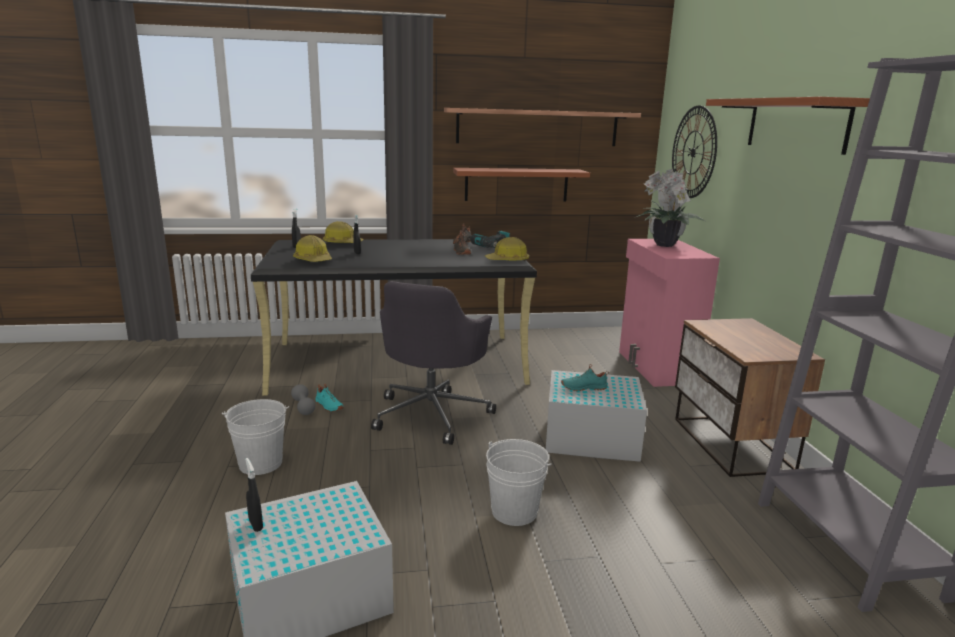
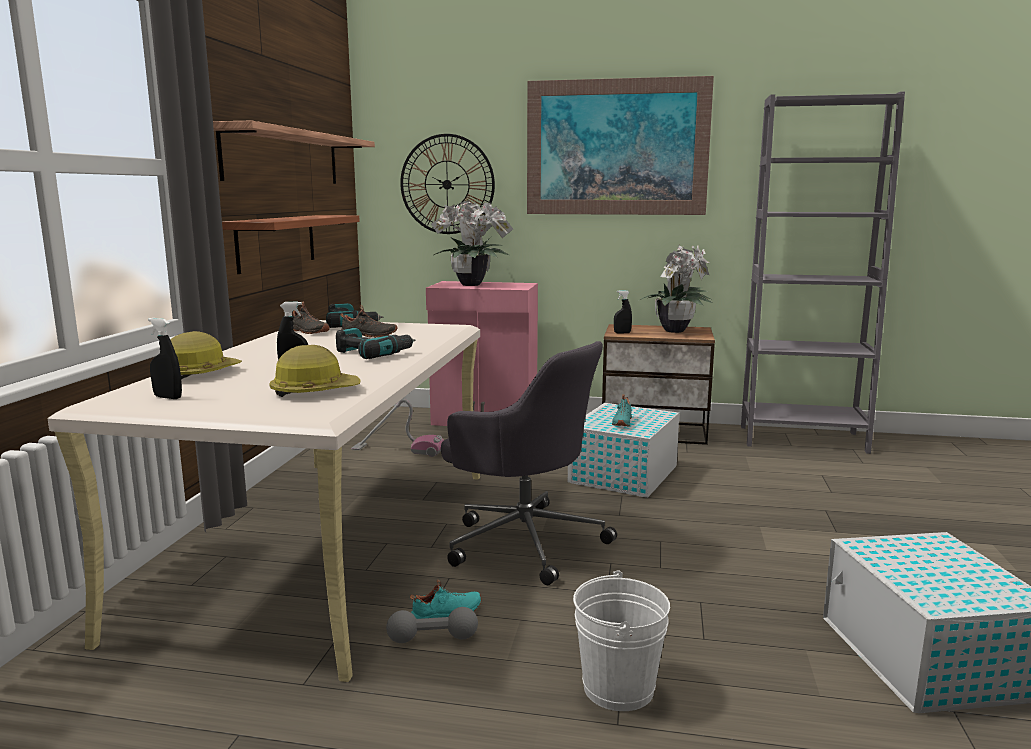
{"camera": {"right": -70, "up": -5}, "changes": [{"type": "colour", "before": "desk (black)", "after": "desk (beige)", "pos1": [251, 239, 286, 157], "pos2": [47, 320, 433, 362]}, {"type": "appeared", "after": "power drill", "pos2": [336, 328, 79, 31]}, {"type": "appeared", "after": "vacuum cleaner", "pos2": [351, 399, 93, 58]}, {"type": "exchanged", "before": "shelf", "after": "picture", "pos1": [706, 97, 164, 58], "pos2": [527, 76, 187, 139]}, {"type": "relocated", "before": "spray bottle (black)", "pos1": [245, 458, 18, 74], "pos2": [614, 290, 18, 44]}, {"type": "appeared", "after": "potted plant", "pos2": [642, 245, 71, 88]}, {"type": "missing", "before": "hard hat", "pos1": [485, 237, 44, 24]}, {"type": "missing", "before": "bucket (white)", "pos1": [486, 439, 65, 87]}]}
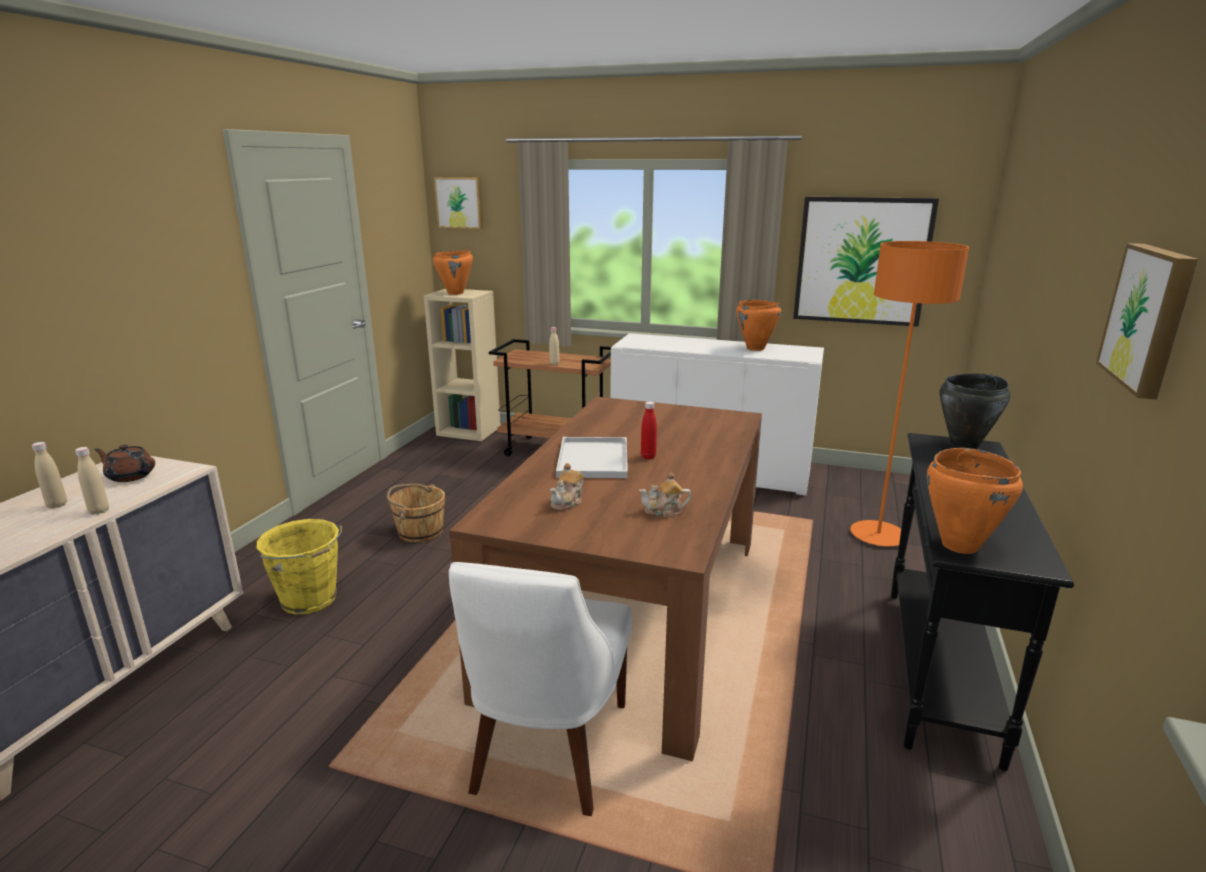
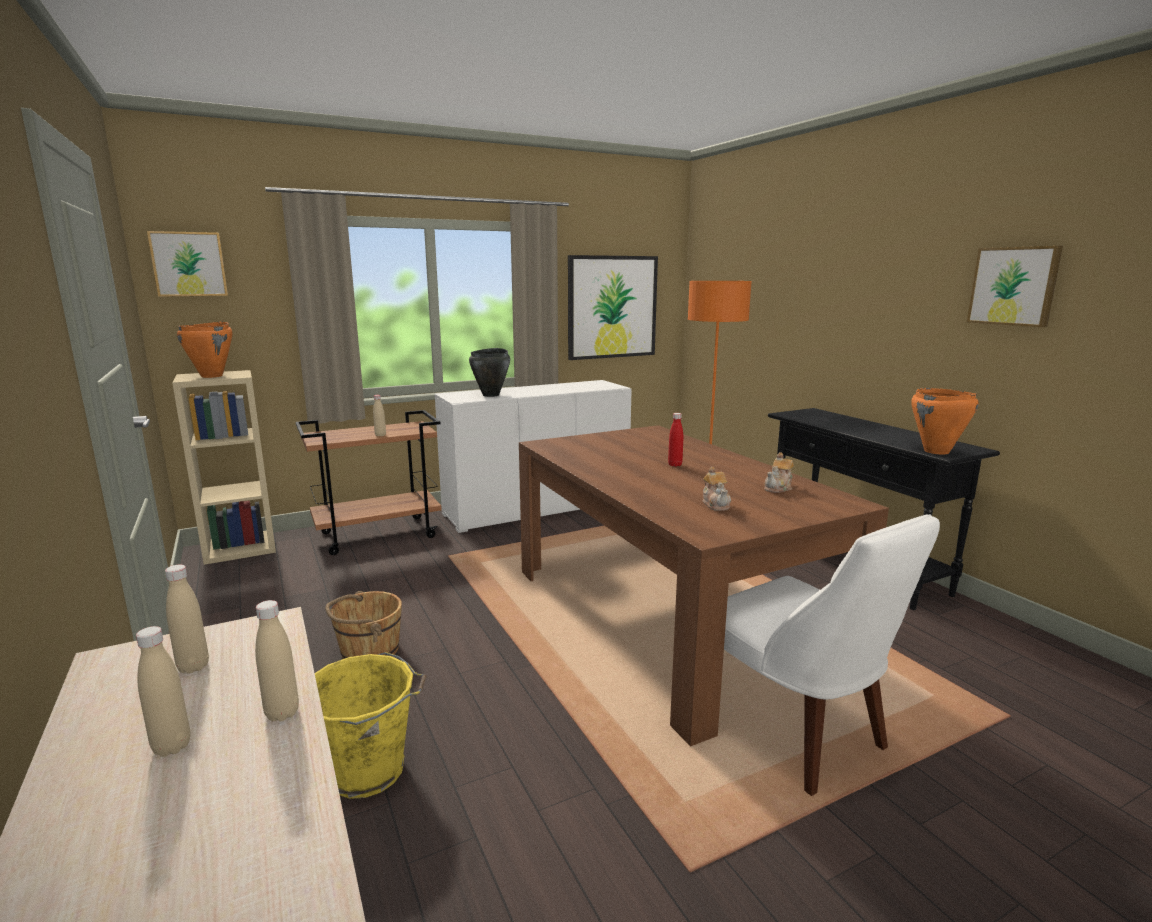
{"camera": {"right": -45, "up": -5}, "changes": [{"type": "exchanged", "before": "teapot (brown)", "after": "bottle (beige)", "pos1": [94, 445, 61, 37], "pos2": [165, 565, 44, 109]}, {"type": "relocated", "before": "cooking pot (black)", "pos1": [940, 373, 71, 76], "pos2": [469, 348, 41, 49]}, {"type": "missing", "before": "tray (white)", "pos1": [556, 437, 72, 41]}, {"type": "missing", "before": "cooking pot (orange)", "pos1": [736, 300, 45, 51]}]}
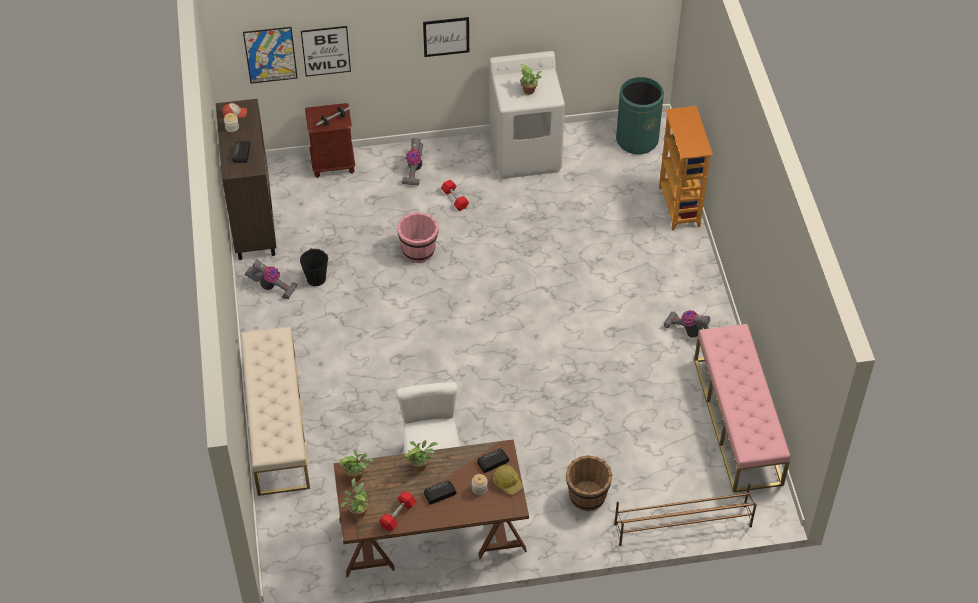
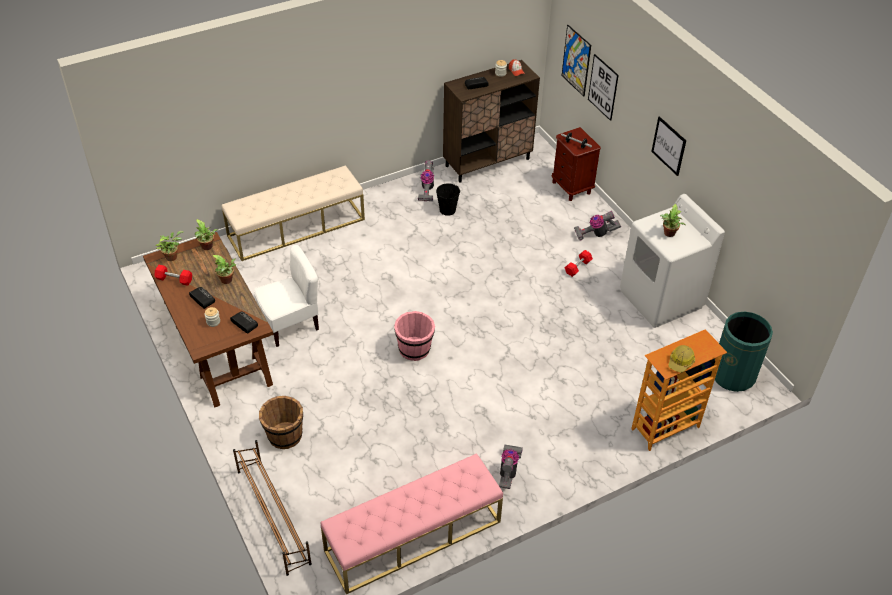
{"camera": {"right": 70, "up": -5}, "changes": [{"type": "relocated", "before": "bucket (pink)", "pos1": [397, 212, 42, 51], "pos2": [394, 311, 41, 50]}, {"type": "relocated", "before": "hard hat", "pos1": [493, 465, 30, 30], "pos2": [668, 345, 27, 28]}]}
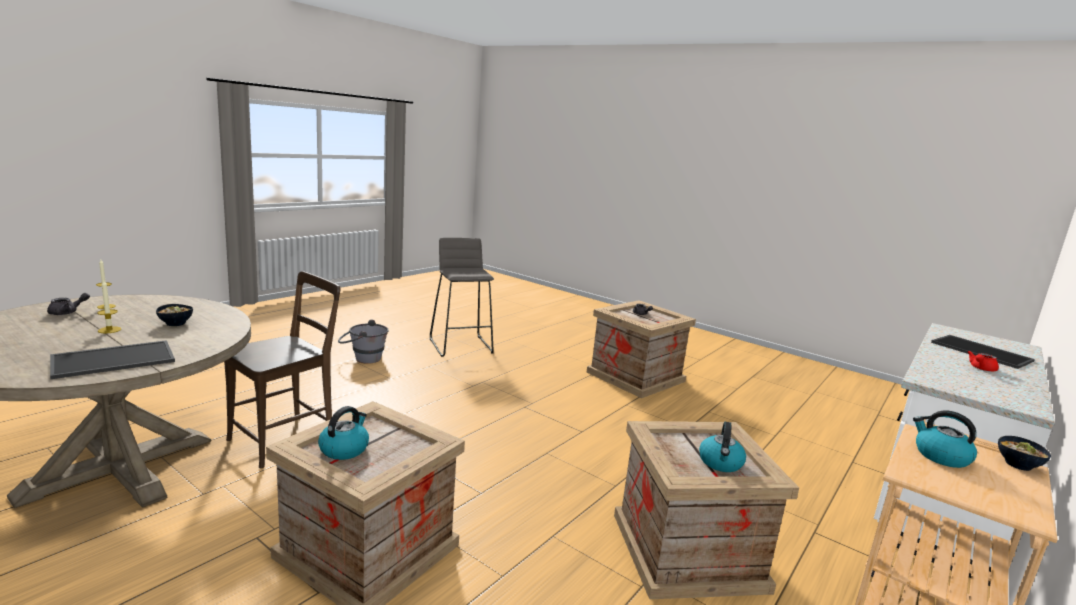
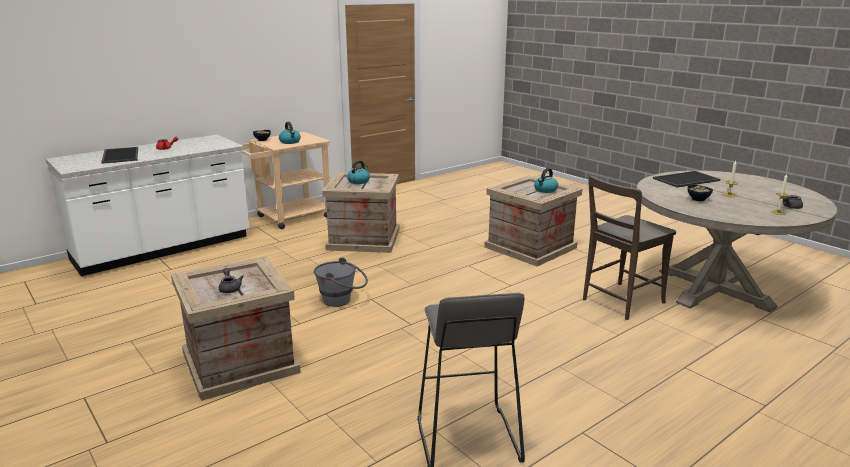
{"camera": {"right": -165, "up": 5}, "changes": [{"type": "relocated", "before": "bucket (grey)", "pos1": [338, 319, 51, 45], "pos2": [314, 257, 54, 50]}]}
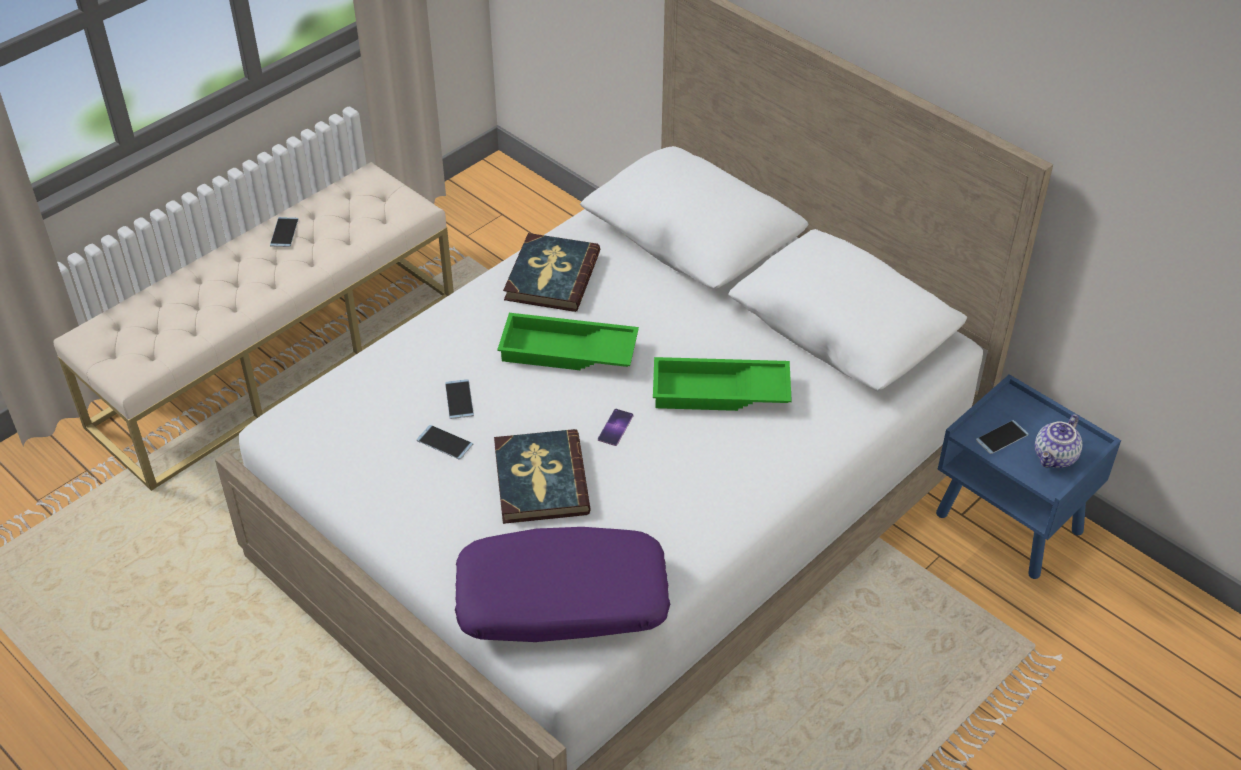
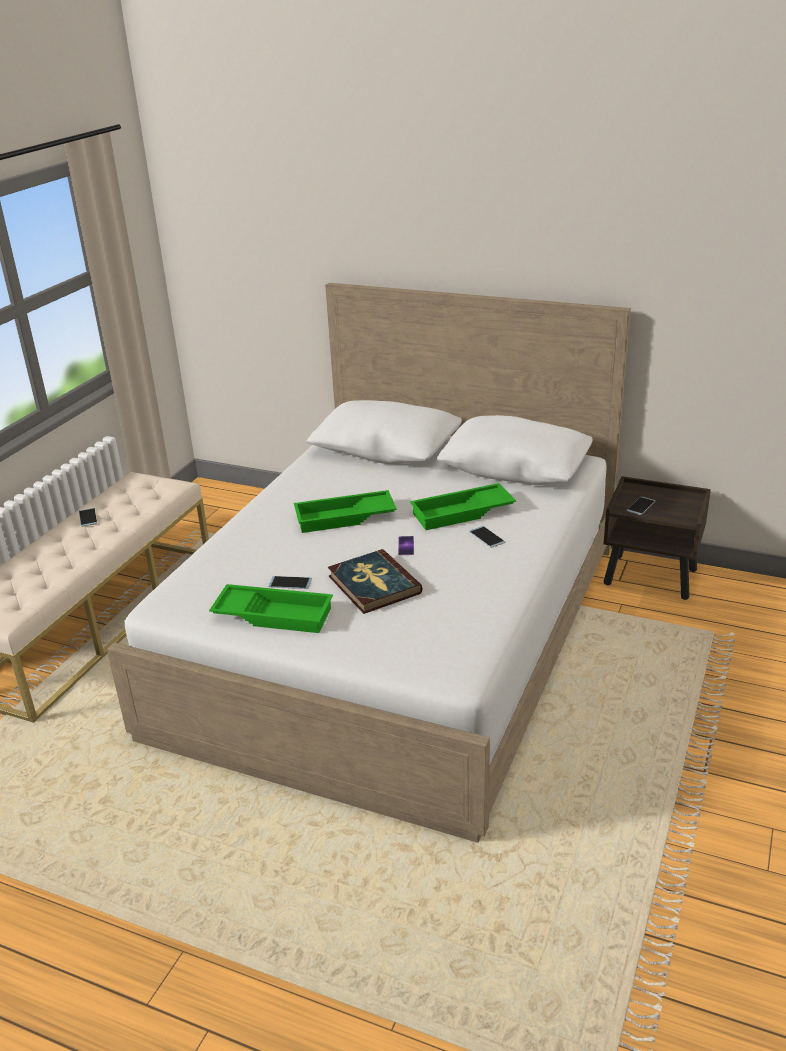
{"camera": {"right": -20, "up": -15}, "changes": [{"type": "appeared", "after": "tray (green)", "pos2": [209, 584, 124, 49]}, {"type": "relocated", "before": "phone", "pos1": [445, 379, 29, 40], "pos2": [469, 526, 37, 22]}, {"type": "colour", "before": "nightstand (blue)", "after": "nightstand (brown)", "pos1": [936, 374, 185, 205], "pos2": [604, 476, 107, 124]}, {"type": "missing", "before": "pillow (purple)", "pos1": [455, 527, 215, 115]}, {"type": "missing", "before": "book", "pos1": [503, 233, 97, 79]}, {"type": "missing", "before": "teapot", "pos1": [1035, 414, 47, 54]}]}
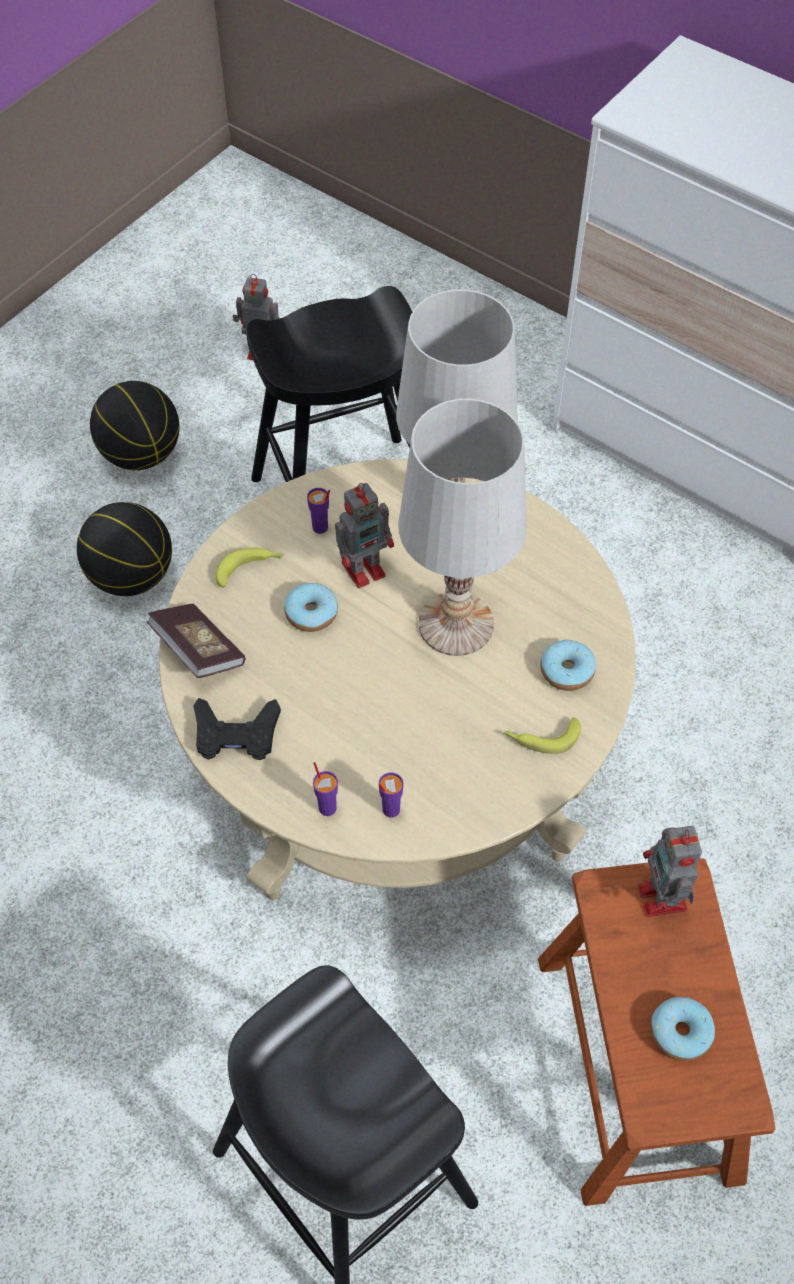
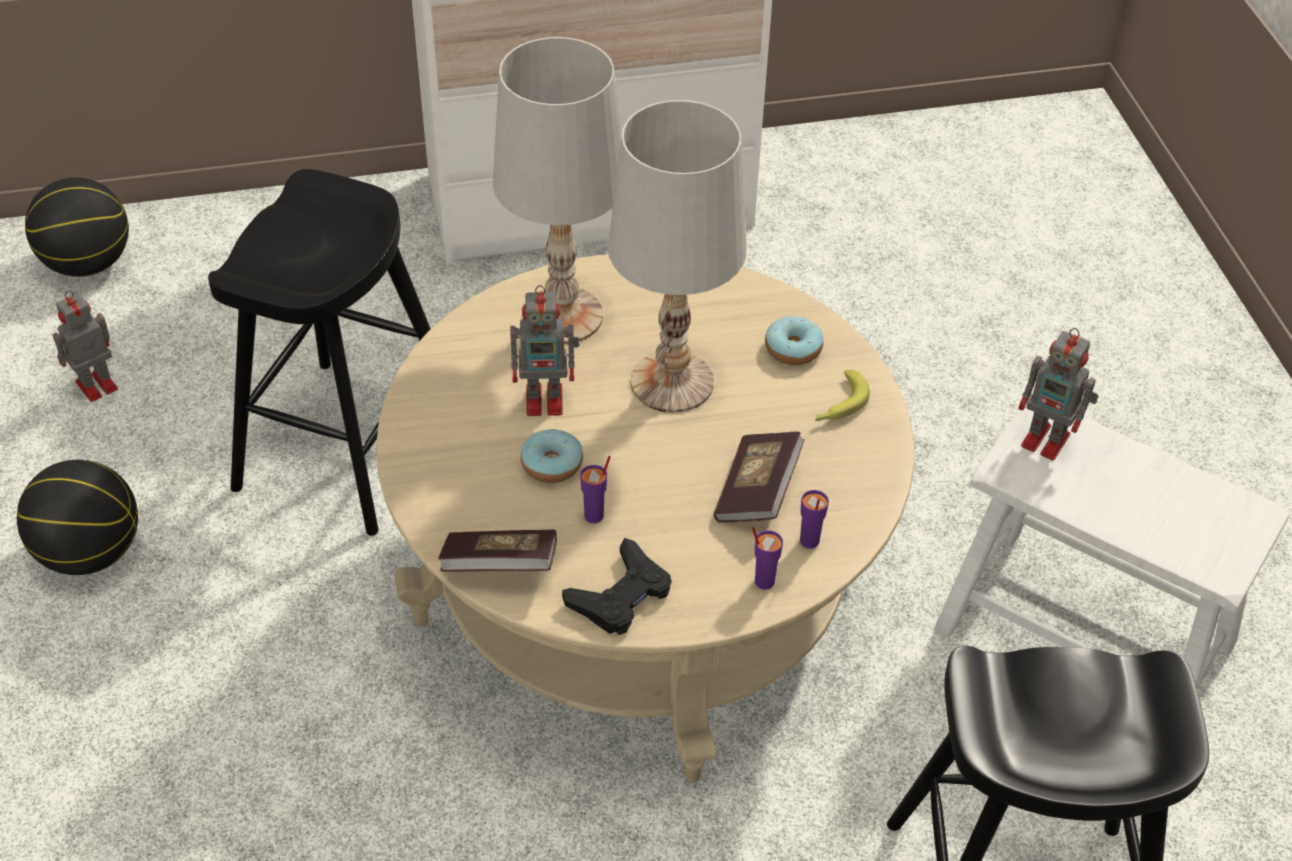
{"camera": {"right": -50, "up": -10}, "changes": [{"type": "relocated", "before": "basketball", "pos1": [77, 502, 95, 94], "pos2": [25, 177, 104, 100]}, {"type": "spun", "before": "toy robot", "pos1": [335, 483, 59, 105], "pos2": [510, 285, 70, 131], "turn": 75}, {"type": "relocated", "before": "cup (purple)", "pos1": [307, 488, 23, 46], "pos2": [580, 456, 31, 67]}, {"type": "appeared", "after": "book", "pos2": [714, 432, 90, 91]}, {"type": "colour", "before": "stool (brown)", "after": "stool (white)", "pos1": [538, 858, 238, 348], "pos2": [934, 398, 356, 292]}, {"type": "missing", "before": "banana", "pos1": [216, 548, 68, 39]}, {"type": "missing", "before": "donut", "pos1": [651, 997, 64, 64]}]}
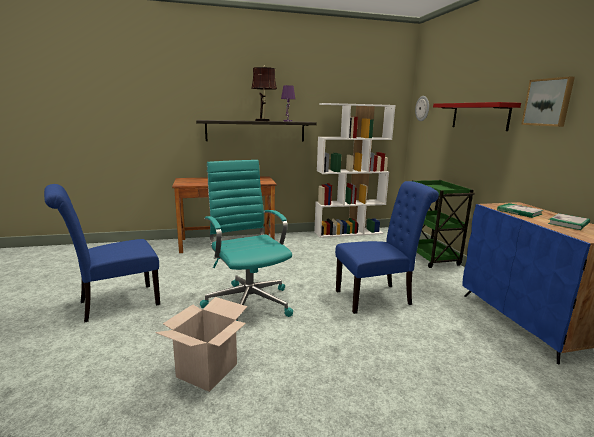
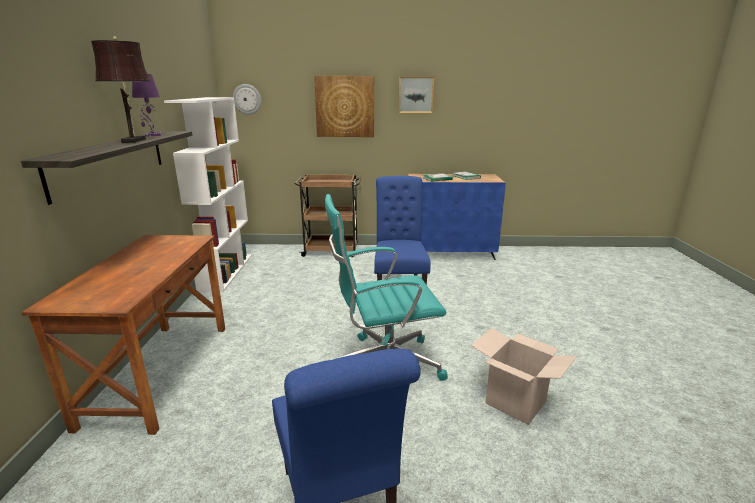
{"camera": {"right": -75, "up": 5}, "changes": [{"type": "colour", "before": "cart (green)", "after": "cart (brown)", "pos1": [412, 180, 63, 88], "pos2": [295, 175, 66, 82]}, {"type": "exchanged", "before": "shelf (red)", "after": "picture", "pos1": [433, 102, 88, 29], "pos2": [314, 76, 60, 61]}]}
